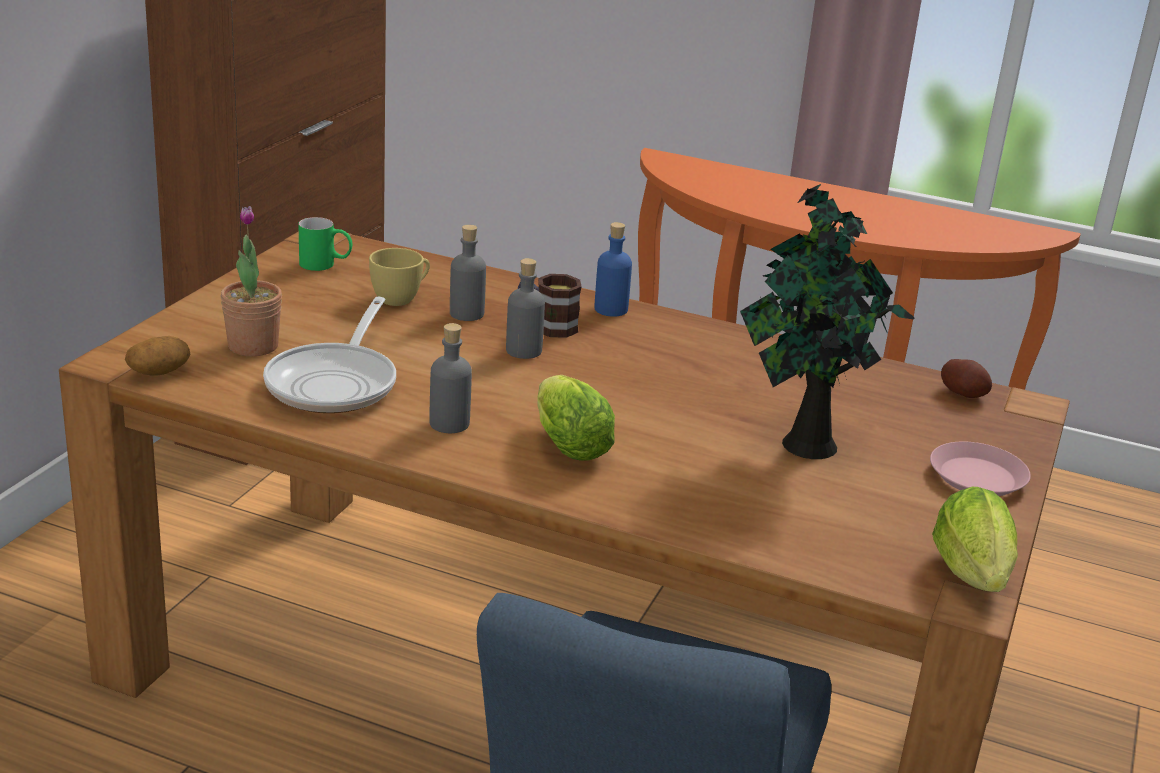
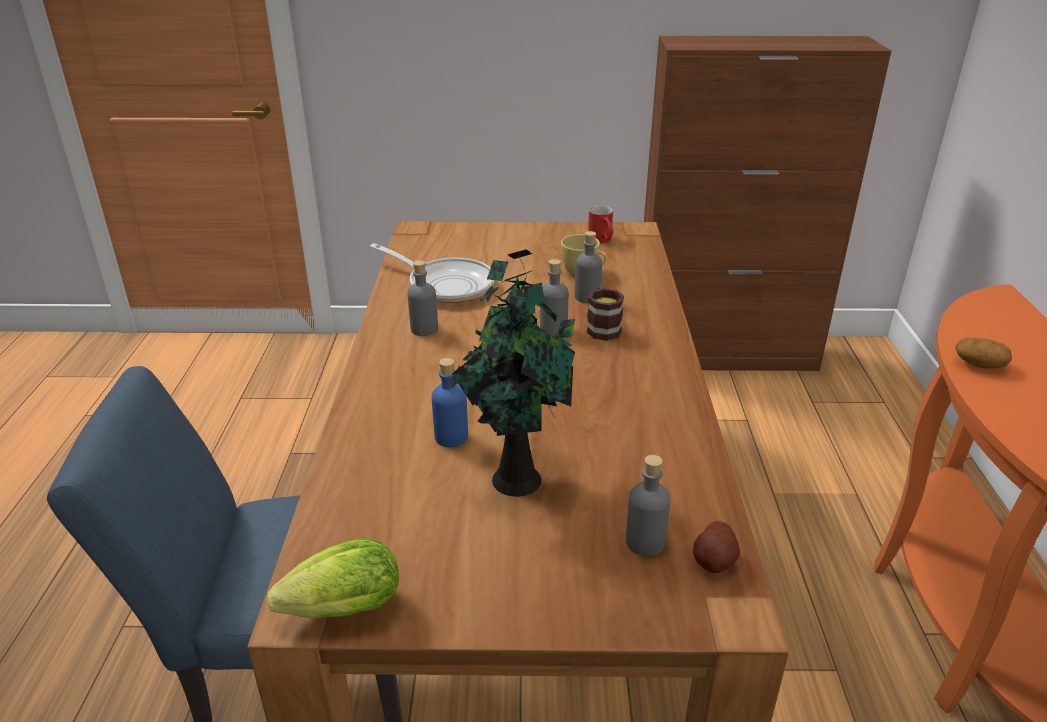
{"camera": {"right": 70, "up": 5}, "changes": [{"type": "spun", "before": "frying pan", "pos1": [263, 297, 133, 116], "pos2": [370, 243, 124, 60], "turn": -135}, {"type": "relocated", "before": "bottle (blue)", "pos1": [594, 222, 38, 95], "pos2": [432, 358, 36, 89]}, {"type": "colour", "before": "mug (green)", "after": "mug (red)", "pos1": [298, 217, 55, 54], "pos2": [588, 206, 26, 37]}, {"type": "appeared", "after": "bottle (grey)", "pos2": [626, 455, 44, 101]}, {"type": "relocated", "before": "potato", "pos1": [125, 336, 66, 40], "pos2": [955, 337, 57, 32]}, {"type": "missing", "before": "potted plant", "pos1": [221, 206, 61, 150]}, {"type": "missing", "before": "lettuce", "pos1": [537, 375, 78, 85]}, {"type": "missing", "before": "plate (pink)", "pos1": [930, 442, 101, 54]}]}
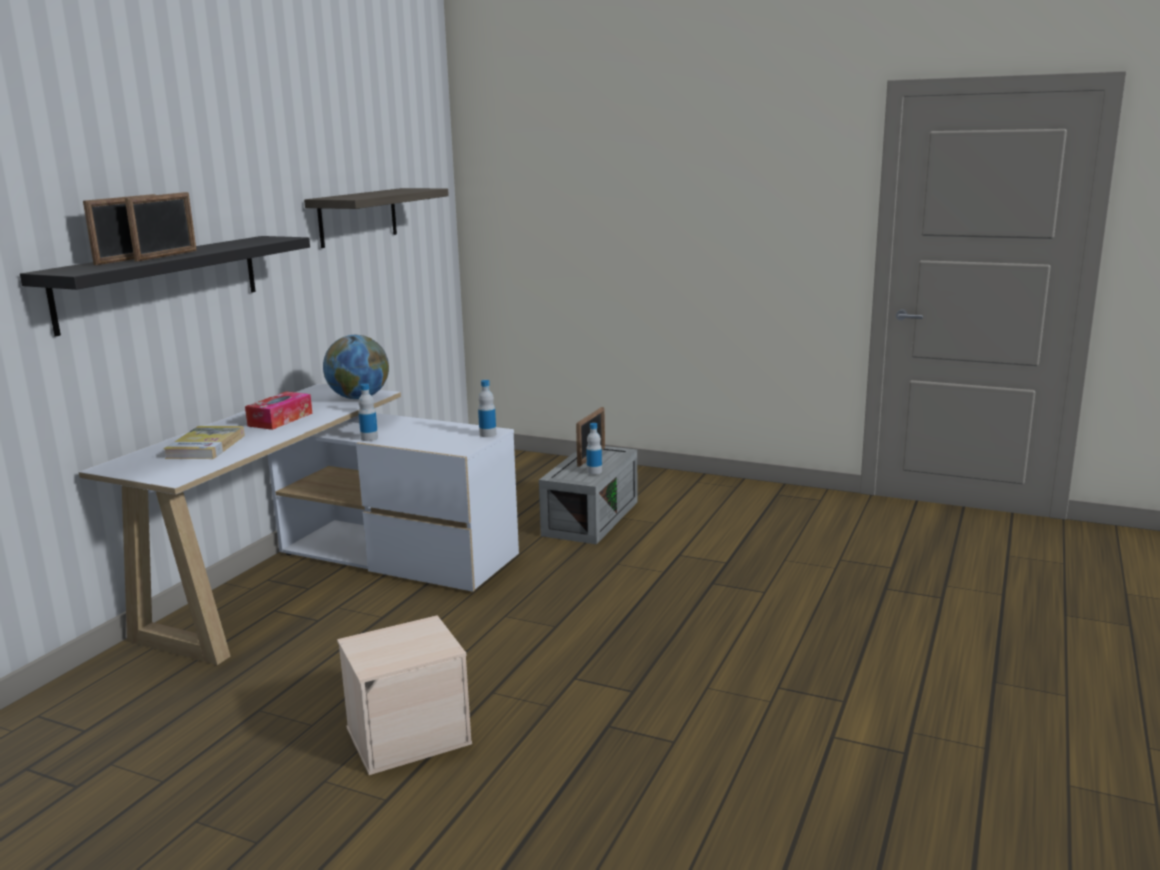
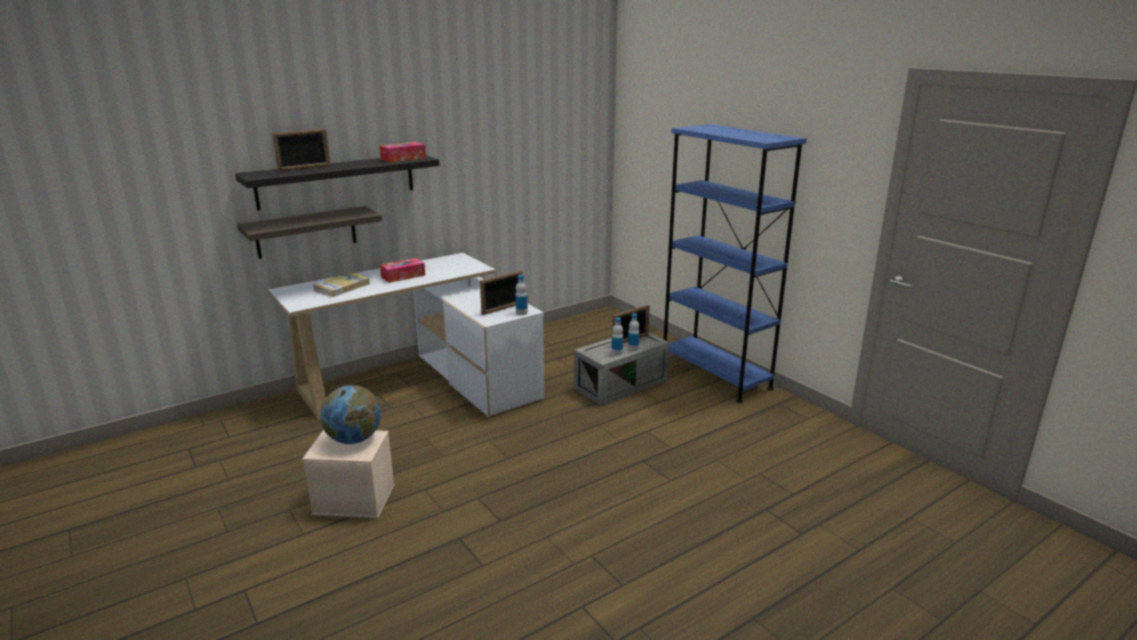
{"camera": {"right": 30, "up": 5}, "changes": [{"type": "relocated", "before": "shelf", "pos1": [304, 188, 145, 60], "pos2": [237, 206, 145, 53]}, {"type": "relocated", "before": "globe", "pos1": [323, 335, 66, 64], "pos2": [320, 385, 61, 59]}, {"type": "appeared", "after": "tissue box", "pos2": [379, 142, 47, 20]}, {"type": "relocated", "before": "picture frame", "pos1": [125, 192, 72, 70], "pos2": [480, 270, 43, 45]}, {"type": "relocated", "before": "bottle", "pos1": [358, 383, 20, 58], "pos2": [628, 313, 12, 38]}, {"type": "appeared", "after": "bookcase (blue)", "pos2": [664, 124, 143, 279]}]}
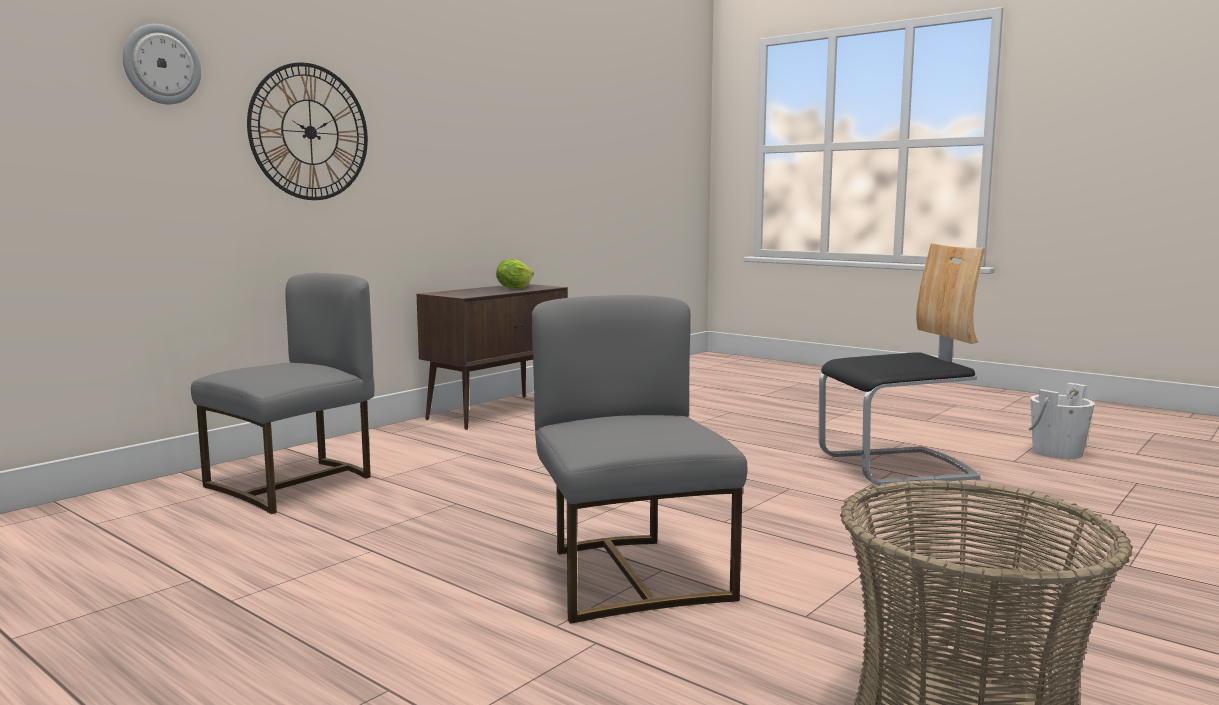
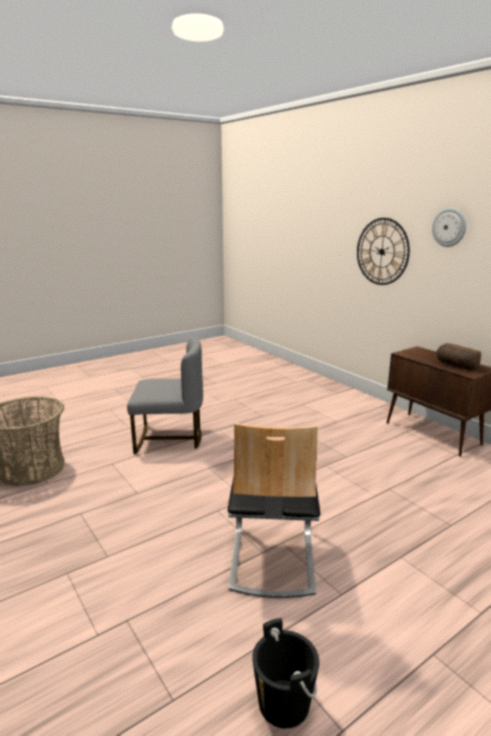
{"camera": {"right": 105, "up": 10}, "changes": [{"type": "colour", "before": "bucket (white)", "after": "bucket (black)", "pos1": [1029, 383, 66, 76], "pos2": [252, 618, 67, 110]}, {"type": "relocated", "before": "wall clock", "pos1": [123, 24, 78, 80], "pos2": [432, 208, 34, 39]}, {"type": "exchanged", "before": "lettuce", "after": "bread", "pos1": [496, 259, 38, 30], "pos2": [437, 343, 44, 27]}, {"type": "missing", "before": "chair (grey)", "pos1": [191, 273, 183, 241]}]}
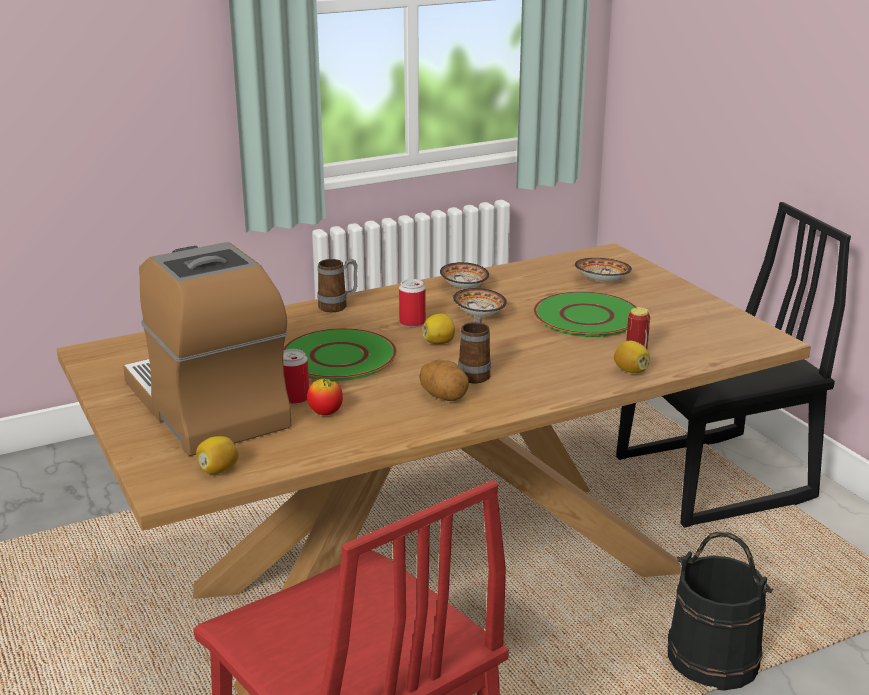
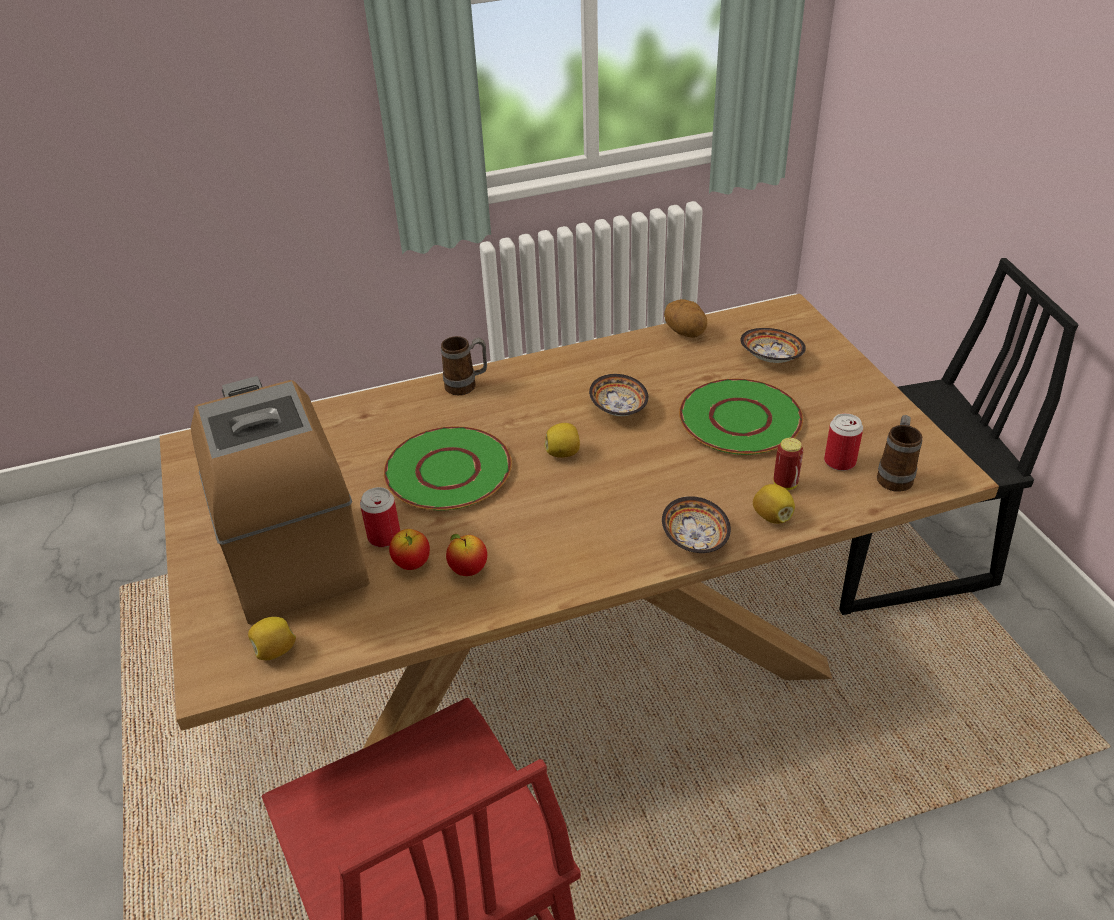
{"camera": {"right": 10, "up": 15}, "changes": [{"type": "appeared", "after": "apple", "pos2": [446, 534, 41, 42]}, {"type": "relocated", "before": "bowl", "pos1": [440, 262, 49, 27], "pos2": [662, 496, 69, 57]}, {"type": "relocated", "before": "potato", "pos1": [419, 360, 50, 41], "pos2": [664, 299, 43, 39]}, {"type": "relocated", "before": "can", "pos1": [399, 279, 27, 48], "pos2": [824, 413, 39, 58]}, {"type": "relocated", "before": "mug", "pos1": [458, 316, 33, 67], "pos2": [877, 415, 45, 77]}, {"type": "missing", "before": "bucket (black)", "pos1": [668, 531, 105, 160]}]}
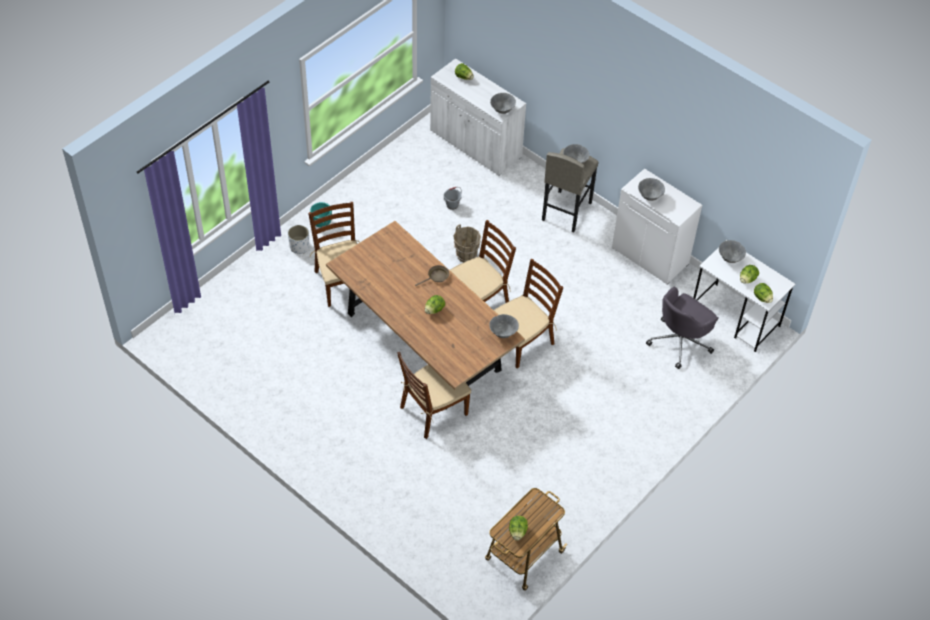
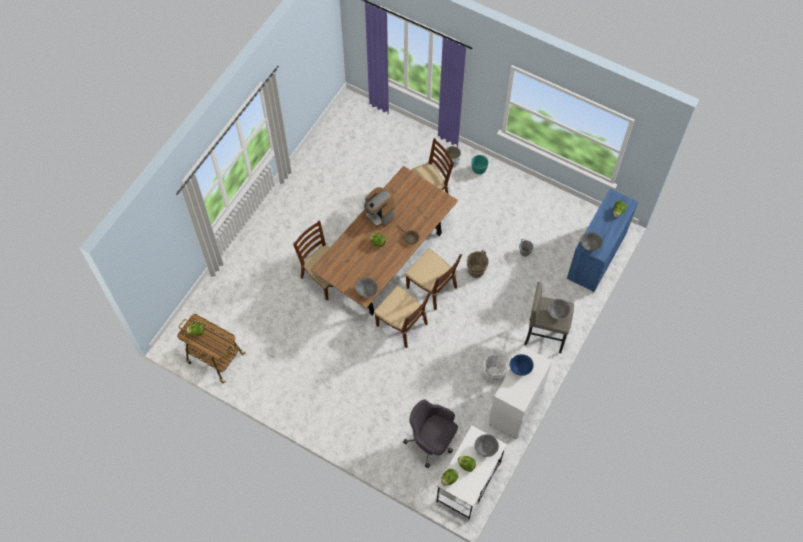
{"camera": {"right": 80, "up": 10}, "changes": [{"type": "appeared", "after": "coffee machine", "pos2": [364, 187, 31, 41]}, {"type": "appeared", "after": "bucket (white)", "pos2": [483, 353, 24, 28]}, {"type": "colour", "before": "bowl (grey)", "after": "bowl (blue)", "pos1": [638, 178, 27, 23], "pos2": [510, 354, 24, 22]}, {"type": "colour", "before": "cabinet (white)", "after": "cabinet (blue)", "pos1": [430, 58, 96, 118], "pos2": [567, 189, 71, 103]}]}
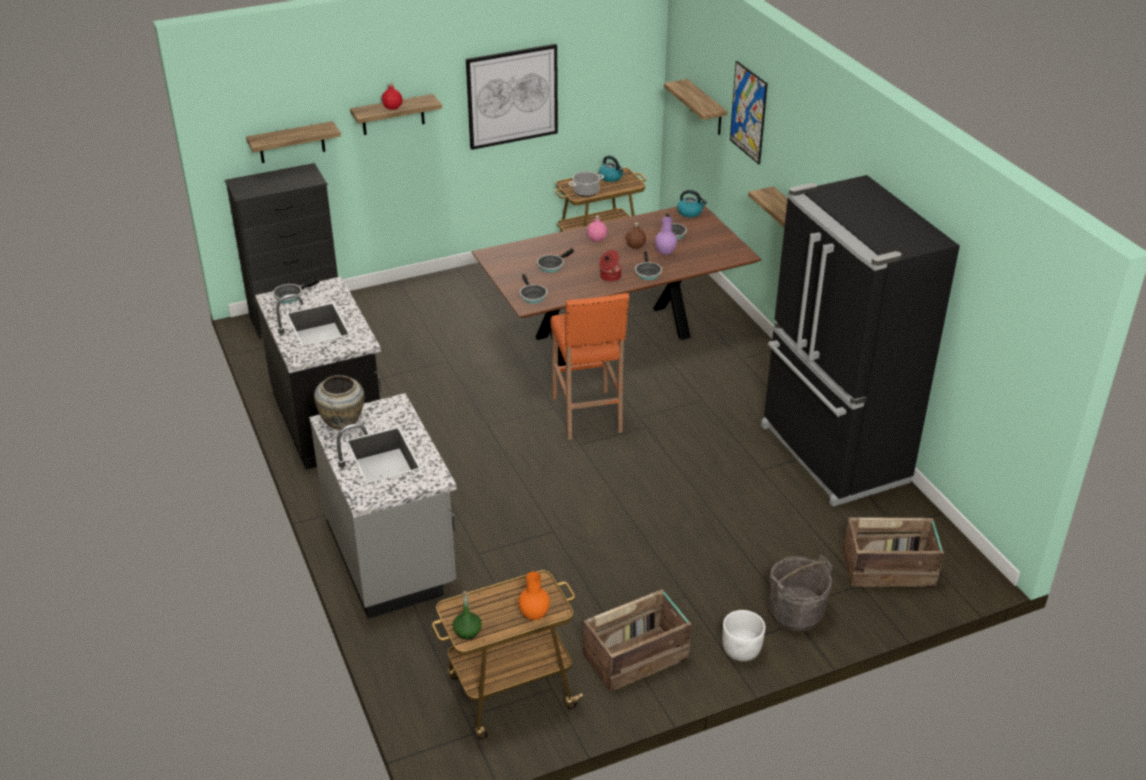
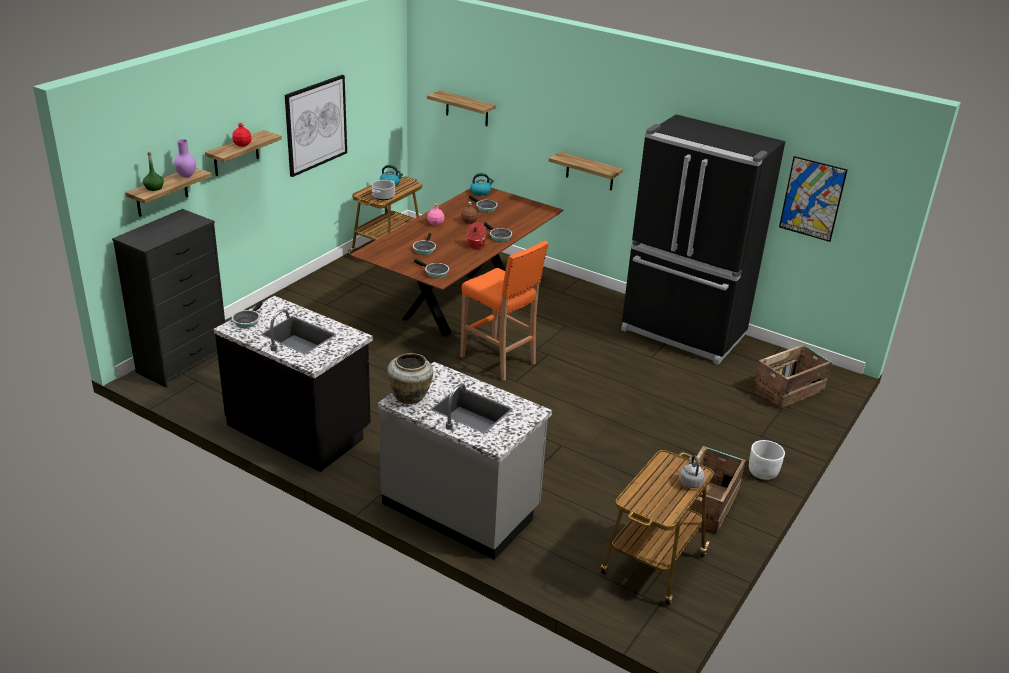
{"camera": {"right": -35, "up": -5}, "changes": [{"type": "relocated", "before": "bottle (green)", "pos1": [453, 591, 29, 48], "pos2": [143, 152, 21, 39]}, {"type": "relocated", "before": "vase (purple)", "pos1": [655, 217, 22, 38], "pos2": [174, 139, 22, 39]}, {"type": "exchanged", "before": "vase (orange)", "after": "kettle (grey)", "pos1": [518, 572, 32, 48], "pos2": [679, 455, 26, 33]}, {"type": "relocated", "before": "picture", "pos1": [730, 61, 38, 103], "pos2": [779, 156, 69, 86]}, {"type": "missing", "before": "bucket (grey)", "pos1": [769, 555, 64, 77]}]}
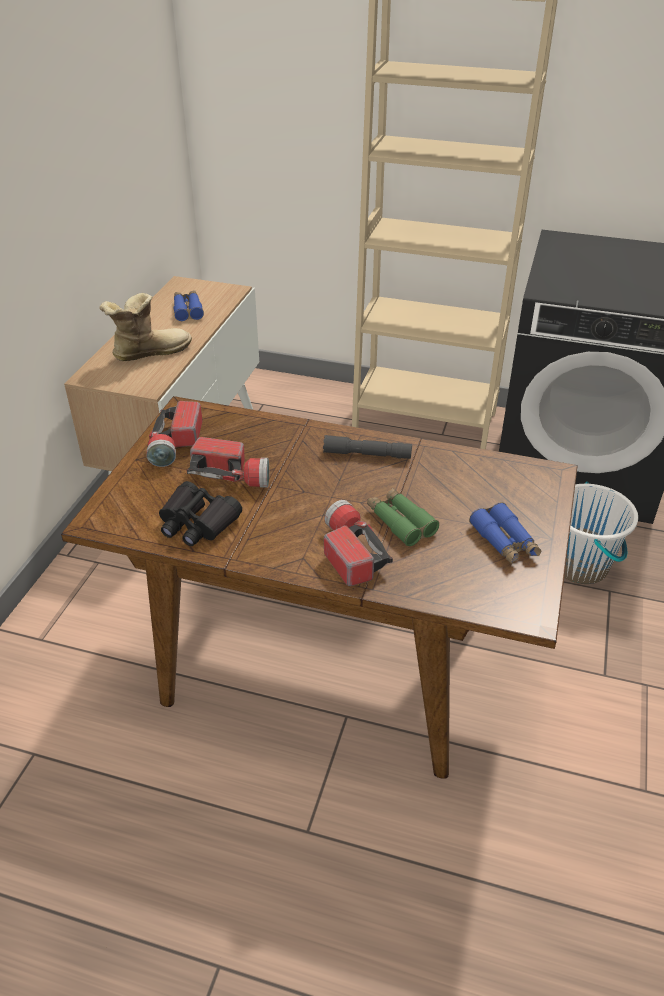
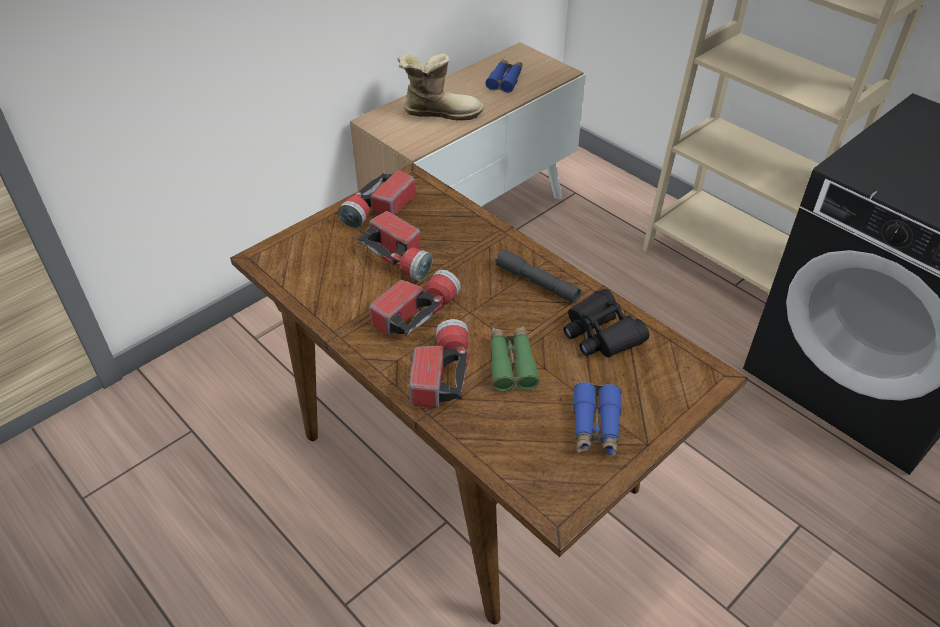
{"camera": {"right": 30, "up": 5}, "changes": [{"type": "appeared", "after": "flashlight", "pos2": [370, 270, 91, 67]}, {"type": "relocated", "before": "binoculars (black)", "pos1": [159, 481, 83, 65], "pos2": [564, 289, 85, 68]}, {"type": "missing", "before": "bucket (white)", "pos1": [564, 482, 74, 102]}]}
